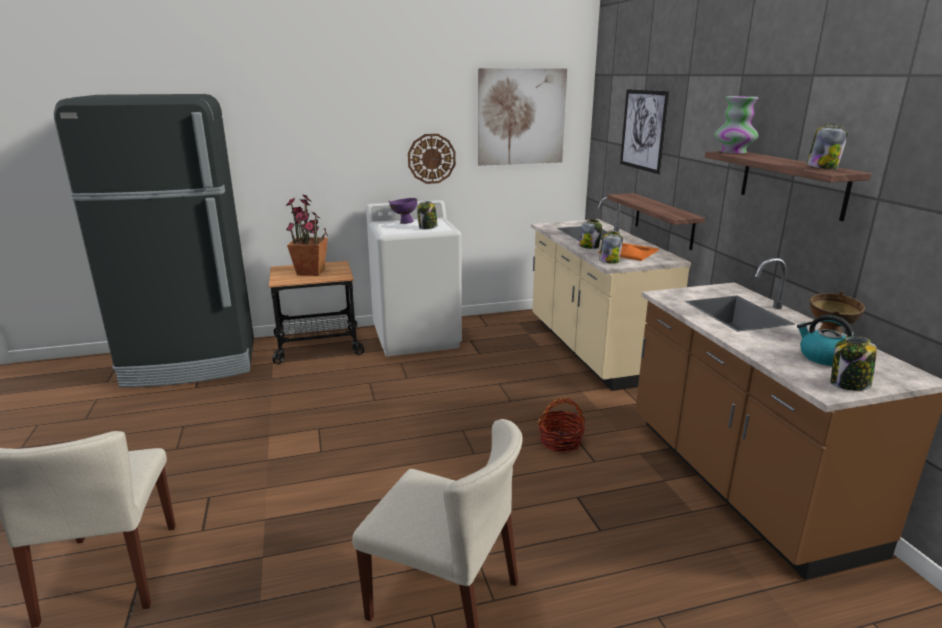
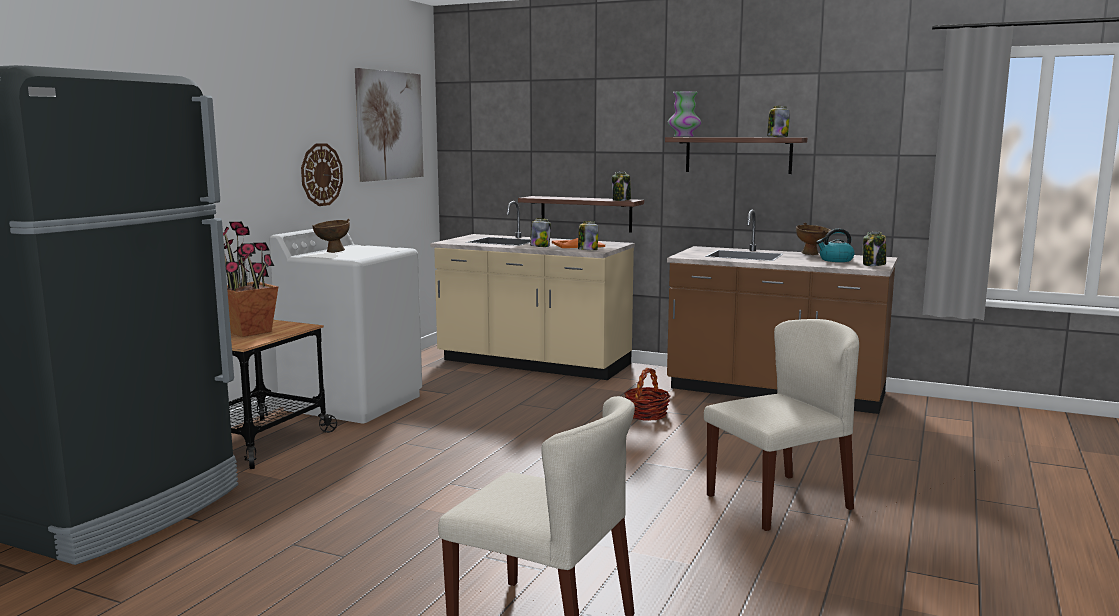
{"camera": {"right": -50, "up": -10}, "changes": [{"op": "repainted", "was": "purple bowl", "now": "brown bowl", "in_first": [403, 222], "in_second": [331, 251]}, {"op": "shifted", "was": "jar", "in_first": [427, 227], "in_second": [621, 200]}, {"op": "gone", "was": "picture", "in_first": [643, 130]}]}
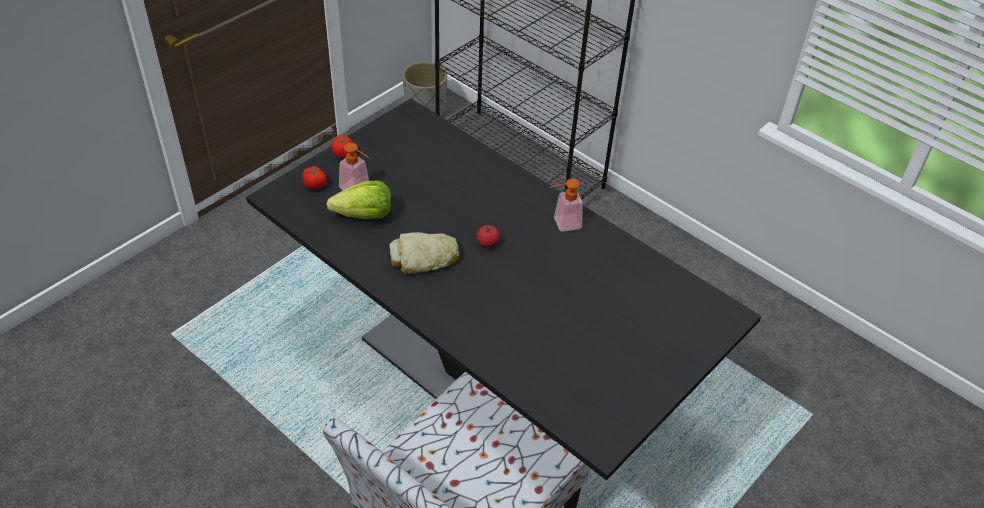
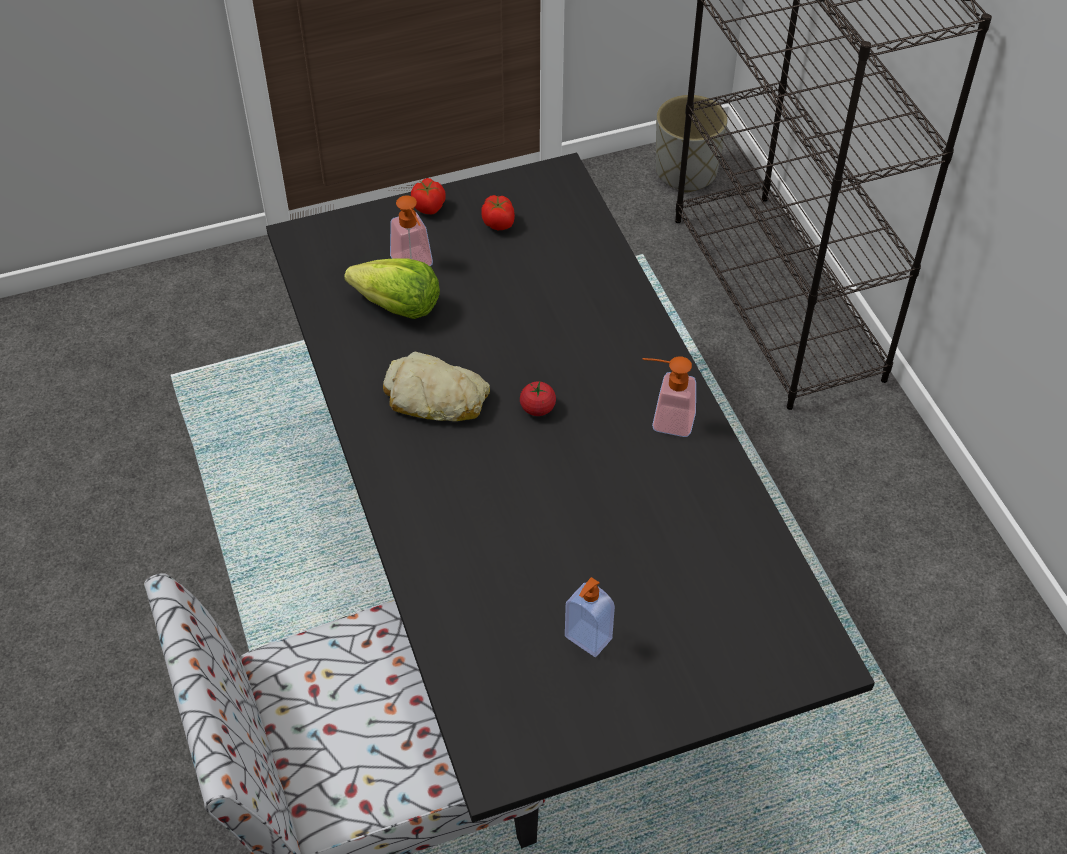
{"camera": {"right": 30, "up": 5}, "changes": [{"op": "shifted", "was": "tomato", "in_first": [315, 185], "in_second": [498, 223]}, {"op": "new", "now": "soap dispenser", "in_second": [587, 639]}]}
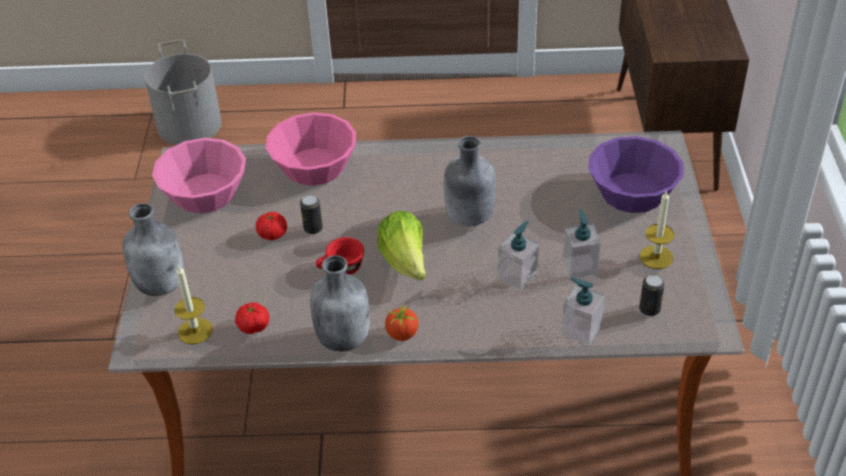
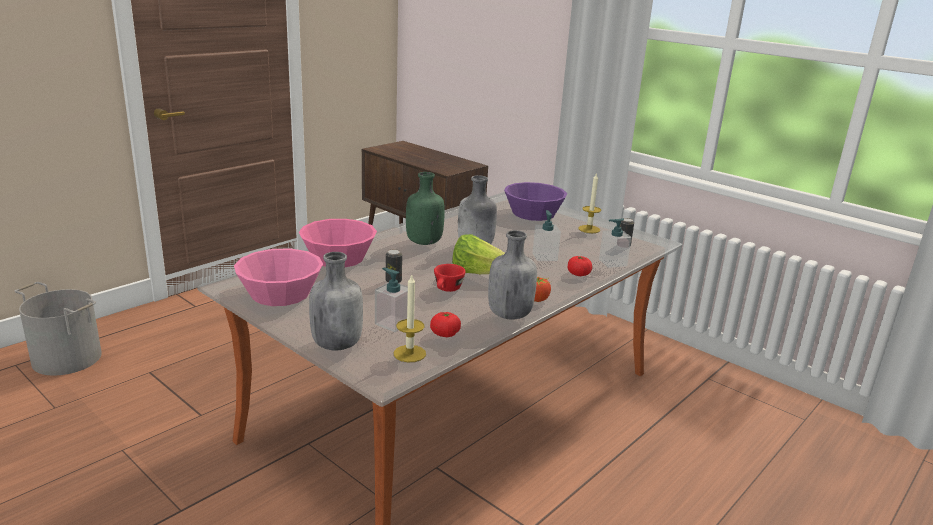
{"camera": {"right": -50, "up": -20}, "changes": [{"op": "shifted", "was": "tomato", "in_first": [272, 234], "in_second": [578, 274]}, {"op": "shifted", "was": "soap dispenser", "in_first": [579, 265], "in_second": [392, 323]}, {"op": "new", "now": "green bottle", "in_second": [423, 242]}]}
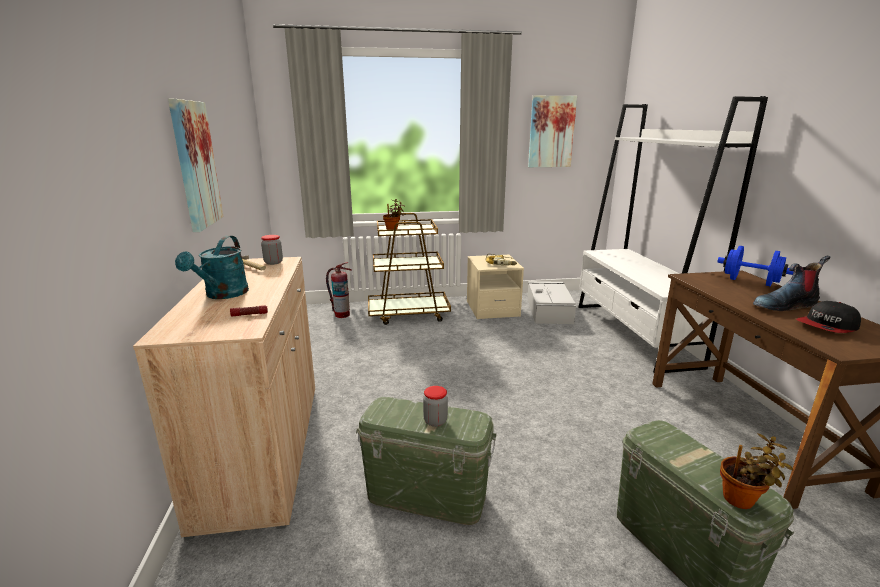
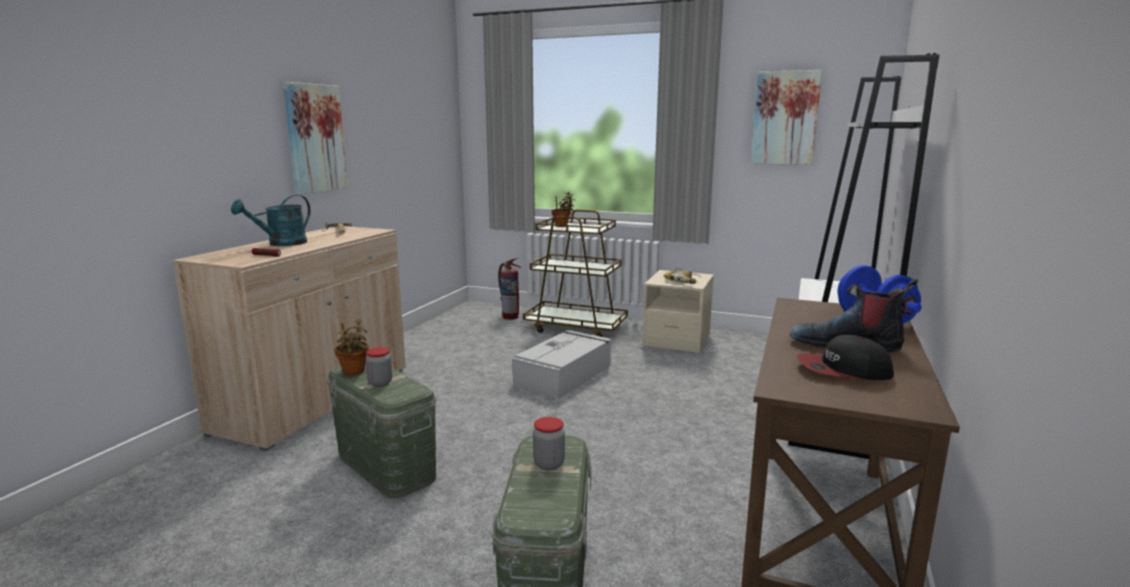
{"camera": {"right": 30, "up": -5}, "changes": [{"op": "shifted", "was": "jar", "in_first": [273, 262], "in_second": [549, 464]}, {"op": "shifted", "was": "grey storage box", "in_first": [548, 310], "in_second": [564, 374]}, {"op": "shifted", "was": "potted plant", "in_first": [742, 501], "in_second": [354, 372]}]}
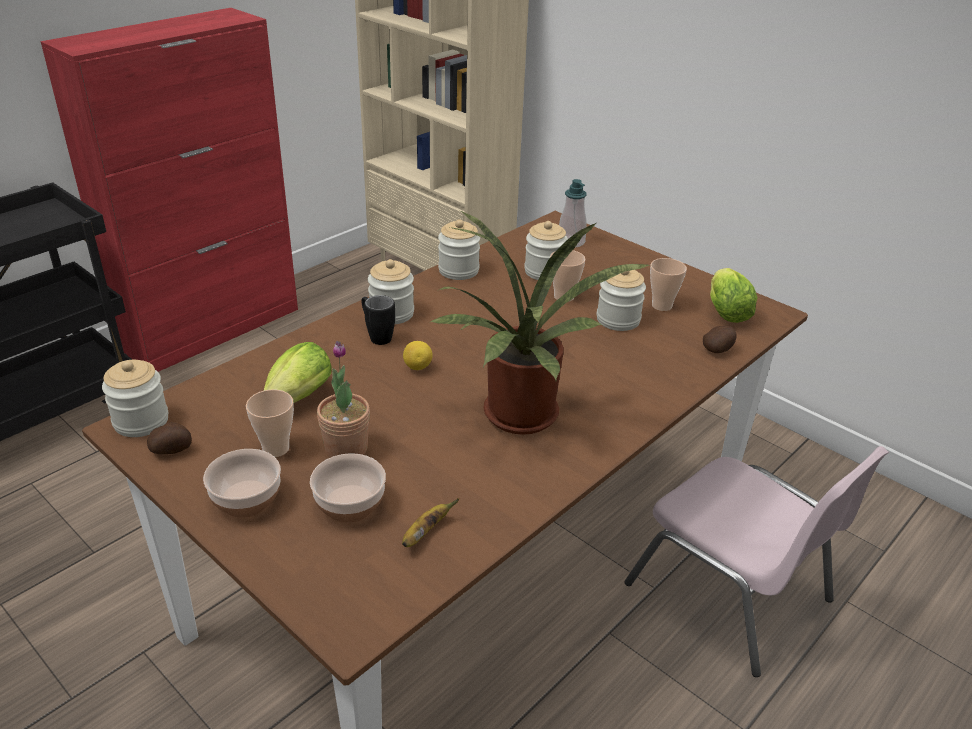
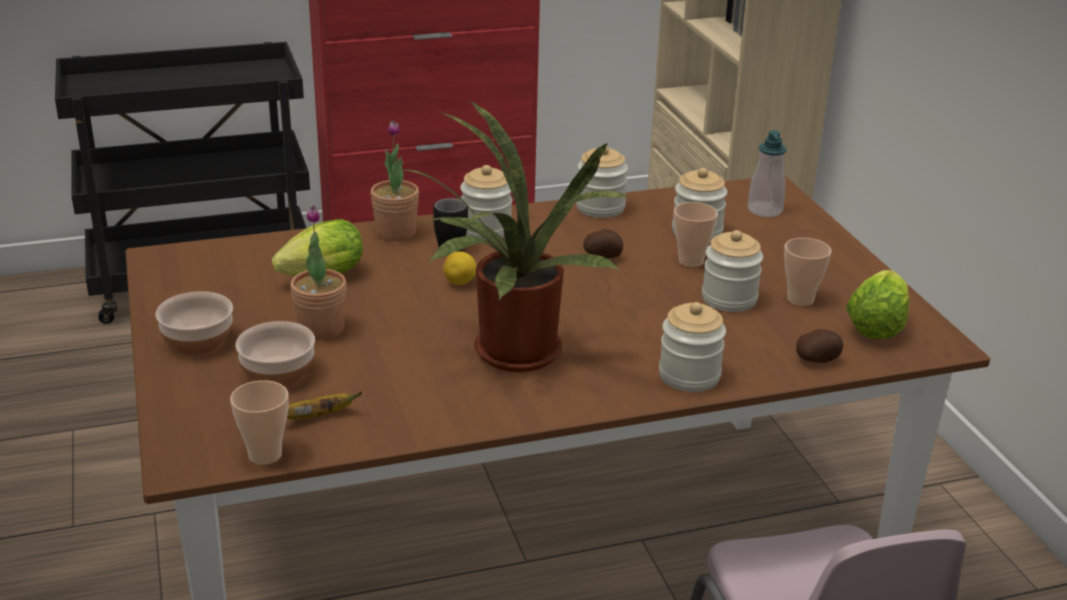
{"camera": {"right": 30, "up": -5}, "changes": [{"op": "shifted", "was": "jar", "in_first": [141, 421], "in_second": [689, 376]}, {"op": "shifted", "was": "potato", "in_first": [172, 450], "in_second": [603, 256]}, {"op": "shifted", "was": "cup", "in_first": [276, 449], "in_second": [265, 455]}, {"op": "new", "now": "potted plant", "in_second": [396, 233]}]}
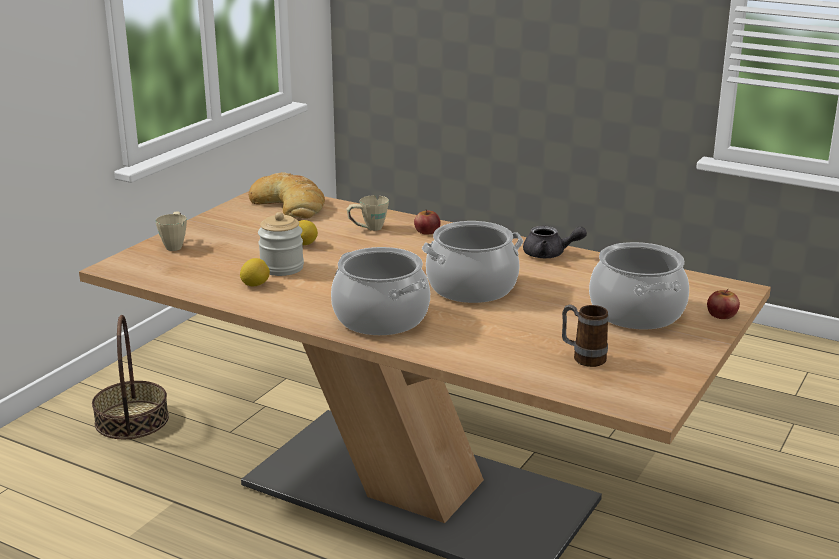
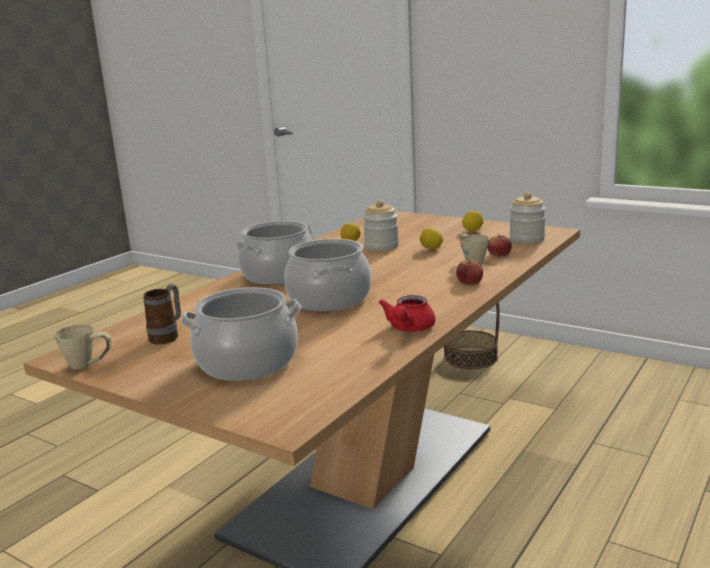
{"camera": {"right": 95, "up": -5}, "changes": [{"op": "shifted", "was": "beige mug", "in_first": [175, 245], "in_second": [89, 365]}, {"op": "swapped", "was": "bread", "now": "jar", "in_first": [290, 204], "in_second": [526, 239]}, {"op": "repainted", "was": "grey teapot", "now": "red teapot", "in_first": [550, 254], "in_second": [409, 328]}, {"op": "shifted", "was": "apple", "in_first": [722, 315], "in_second": [499, 254]}, {"op": "new", "now": "lemon", "in_second": [472, 230]}]}
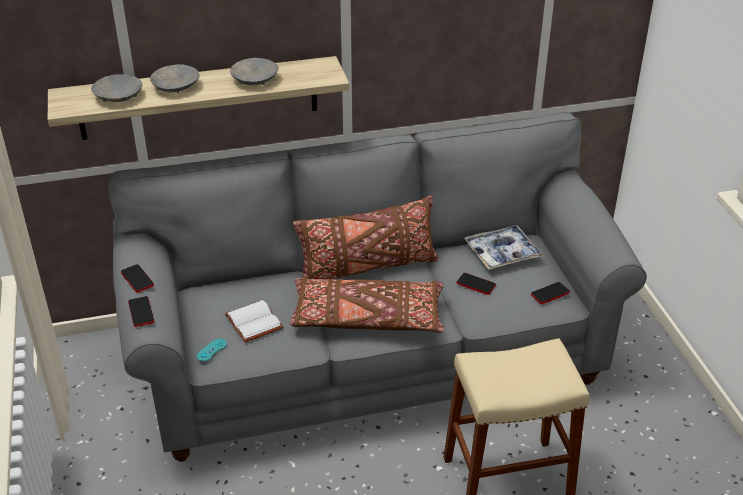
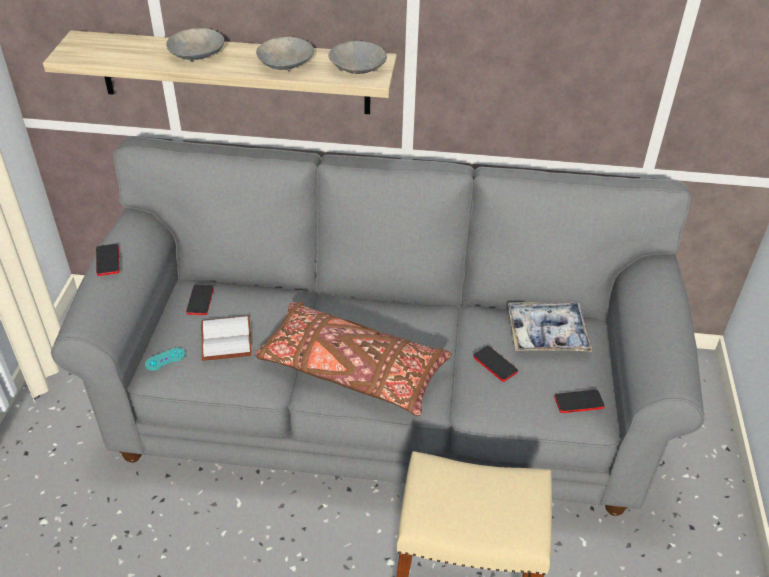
{"camera": {"right": 20, "up": 5}, "changes": [{"op": "shifted", "was": "grey bowl", "in_first": [118, 97], "in_second": [357, 68]}, {"op": "shifted", "was": "phone", "in_first": [141, 312], "in_second": [200, 300]}, {"op": "gone", "was": "brown pillow", "in_first": [367, 267]}]}
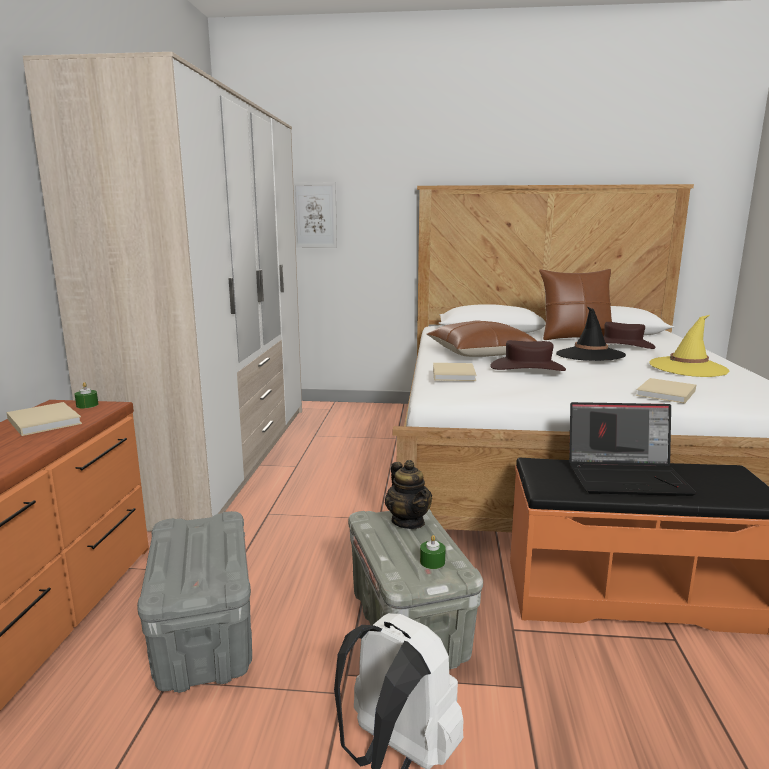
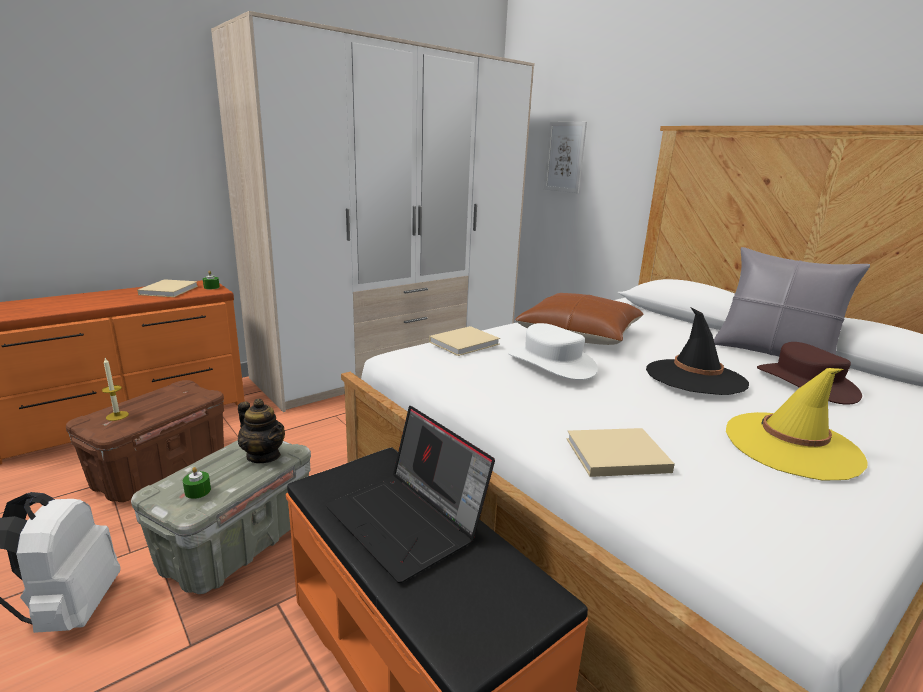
{"camera": {"right": 45, "up": 5}, "changes": [{"op": "repainted", "was": "grey storage box", "now": "brown storage box", "in_first": [204, 636], "in_second": [161, 469]}, {"op": "rotated", "was": "teapot", "in_first": [408, 521], "in_second": [263, 455], "clockwise": -75}, {"op": "repainted", "was": "brown hat", "now": "white hat", "in_first": [527, 368], "in_second": [552, 363]}, {"op": "repainted", "was": "brown pillow", "now": "grey pillow", "in_first": [575, 337], "in_second": [773, 353]}, {"op": "new", "now": "candle", "in_second": [117, 416]}]}
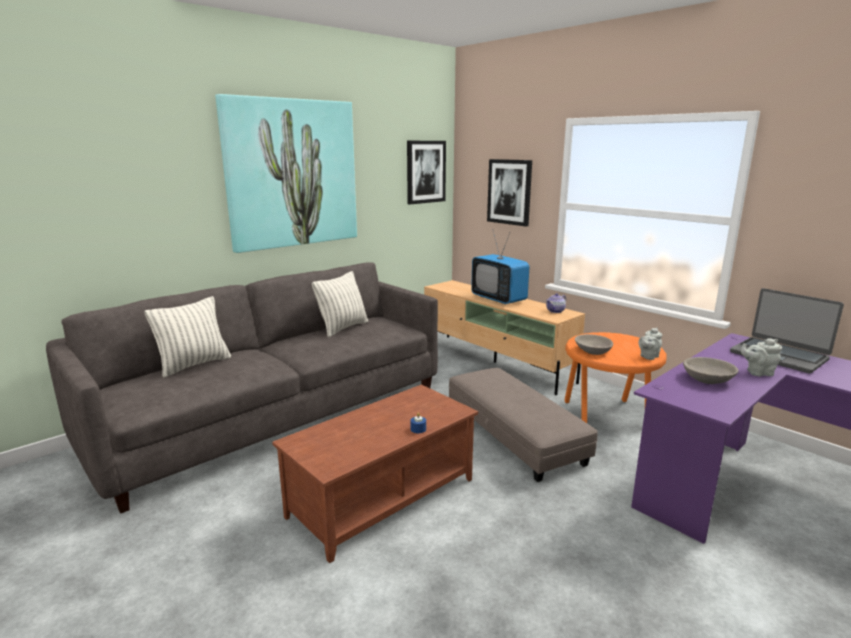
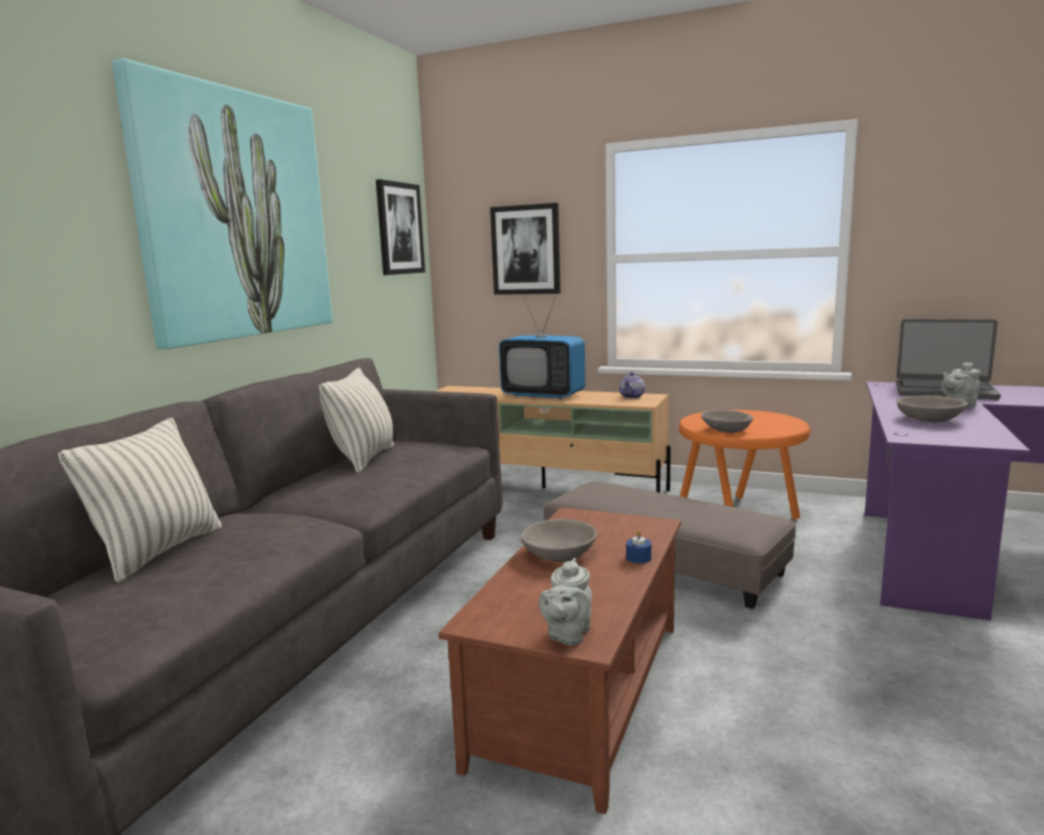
{"camera": {"right": -25, "up": -5}, "changes": [{"op": "shifted", "was": "grey teapot", "in_first": [648, 356], "in_second": [567, 635]}, {"op": "new", "now": "grey bowl", "in_second": [559, 554]}]}
